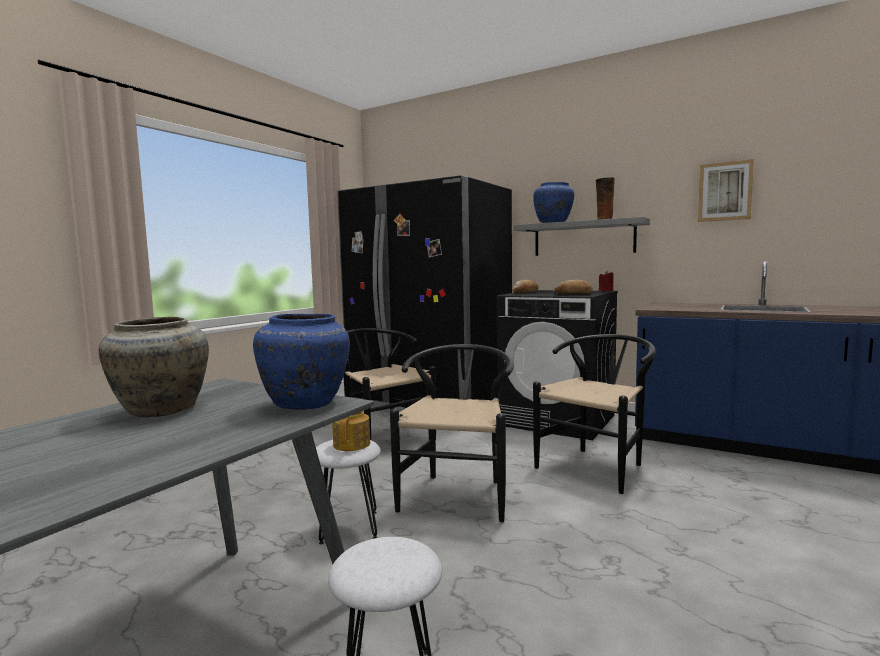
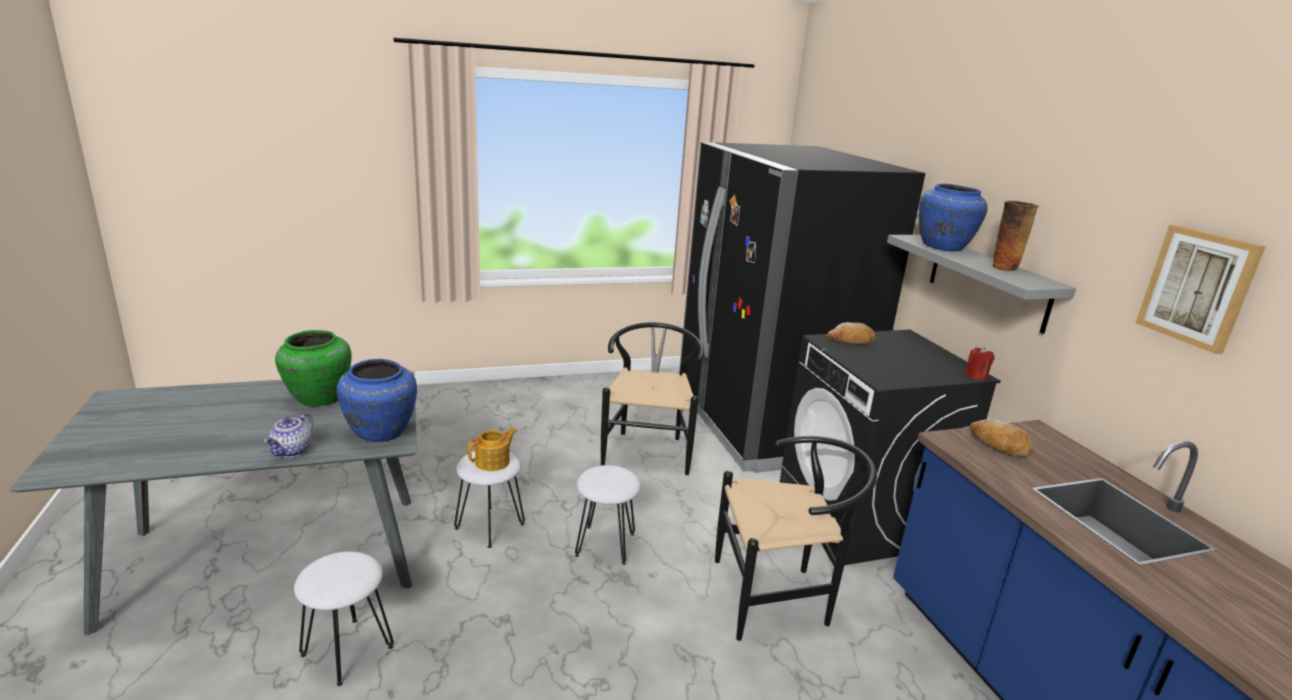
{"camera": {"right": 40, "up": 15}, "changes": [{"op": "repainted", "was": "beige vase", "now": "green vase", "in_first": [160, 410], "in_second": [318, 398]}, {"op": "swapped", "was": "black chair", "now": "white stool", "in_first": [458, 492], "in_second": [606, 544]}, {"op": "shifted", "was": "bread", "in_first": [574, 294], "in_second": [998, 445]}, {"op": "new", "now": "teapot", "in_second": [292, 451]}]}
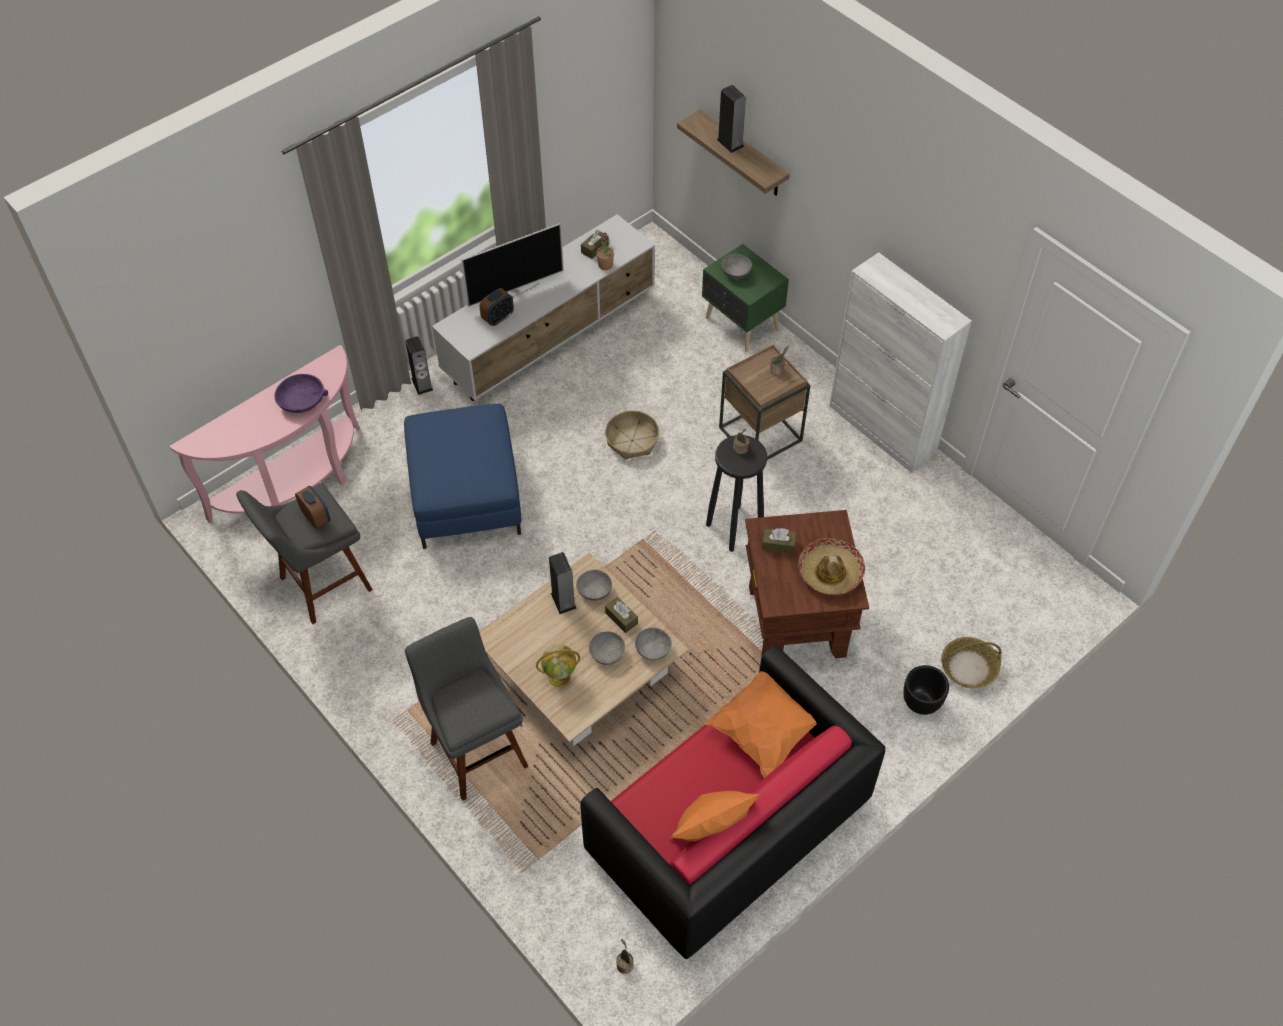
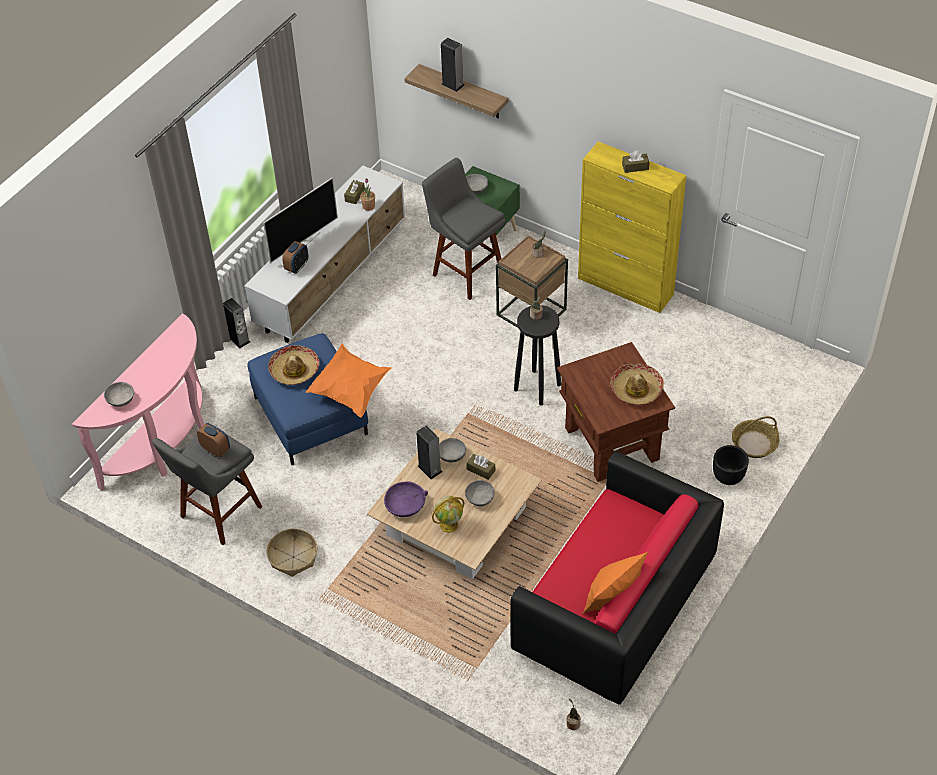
{"camera": {"right": -15, "up": -5}, "changes": [{"op": "shifted", "was": "purple bowl", "in_first": [301, 399], "in_second": [405, 504]}, {"op": "shifted", "was": "grey stool", "in_first": [476, 750], "in_second": [465, 271]}, {"op": "shifted", "was": "basket", "in_first": [632, 440], "in_second": [293, 557]}, {"op": "shifted", "was": "grey bowl", "in_first": [653, 649], "in_second": [120, 399]}, {"op": "shifted", "was": "orange pillow", "in_first": [764, 730], "in_second": [351, 390]}, {"op": "shifted", "was": "brown tissue box", "in_first": [778, 545], "in_second": [635, 167]}, {"op": "repainted", "was": "white cabinet", "now": "yellow cabinet", "in_first": [882, 430], "in_second": [625, 287]}, {"op": "new", "now": "hat", "in_second": [294, 370]}]}
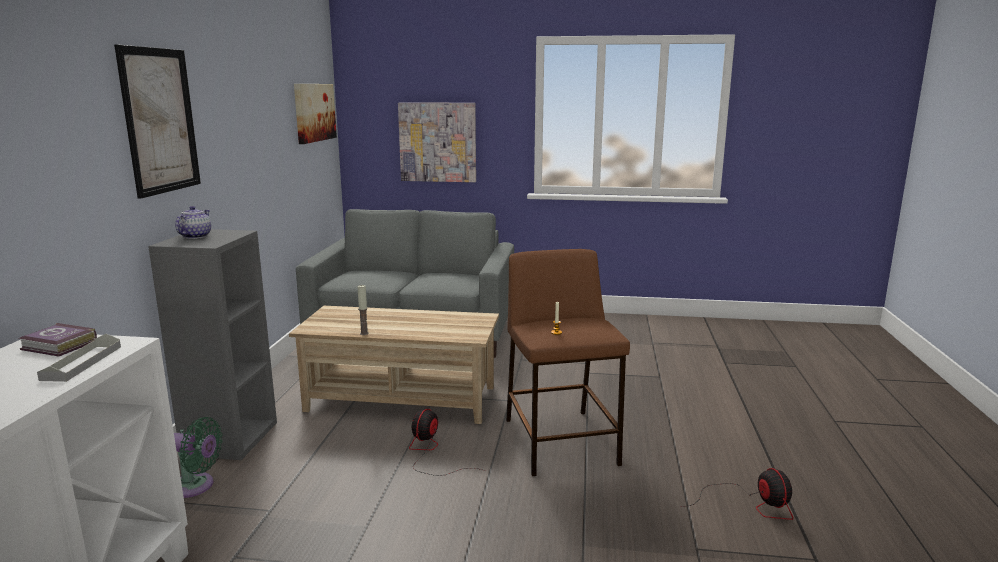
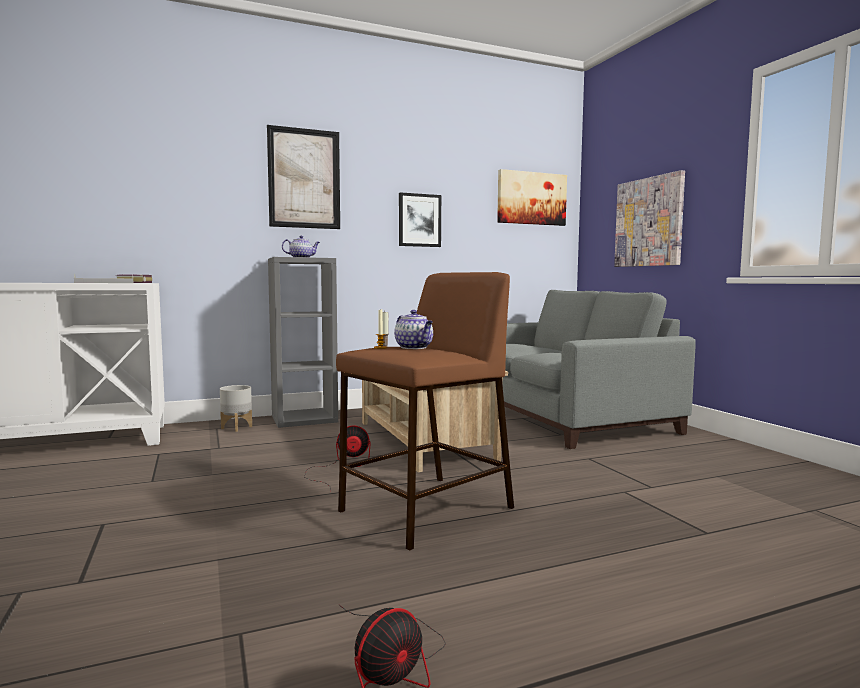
{"camera": {"right": 60, "up": -10}, "changes": [{"op": "swapped", "was": "green fan", "now": "grey planter", "in_first": [196, 486], "in_second": [237, 427]}, {"op": "new", "now": "teapot", "in_second": [414, 347]}, {"op": "new", "now": "picture", "in_second": [419, 220]}]}
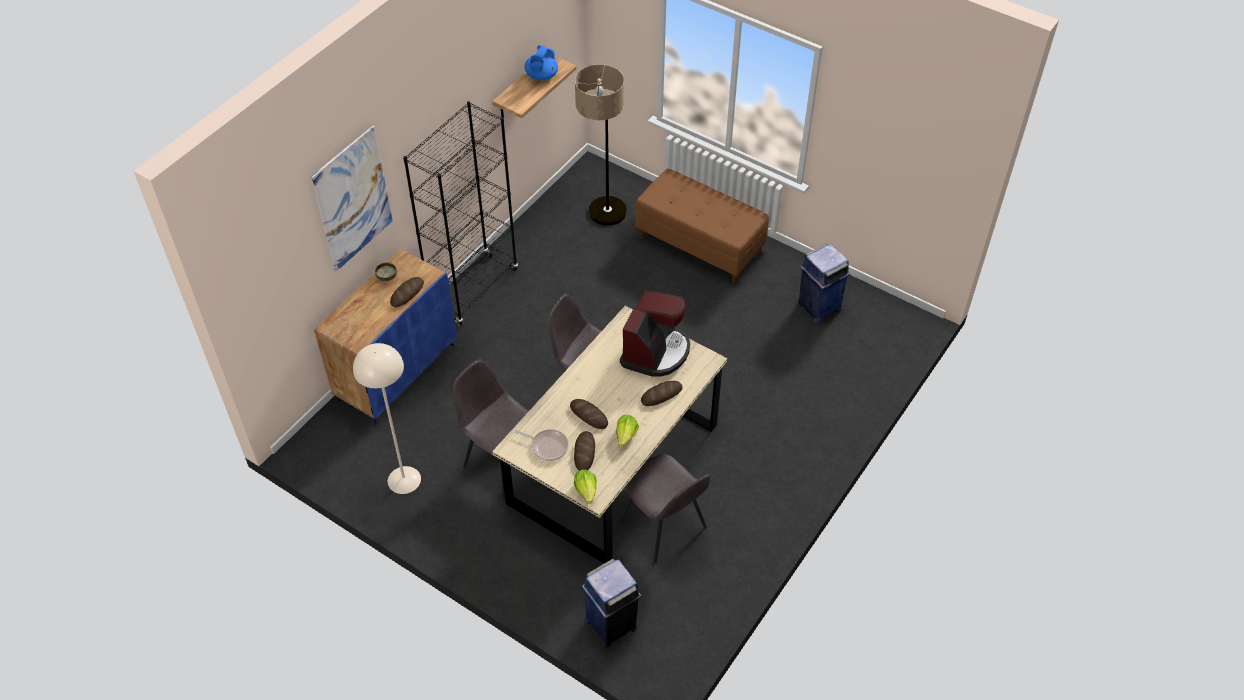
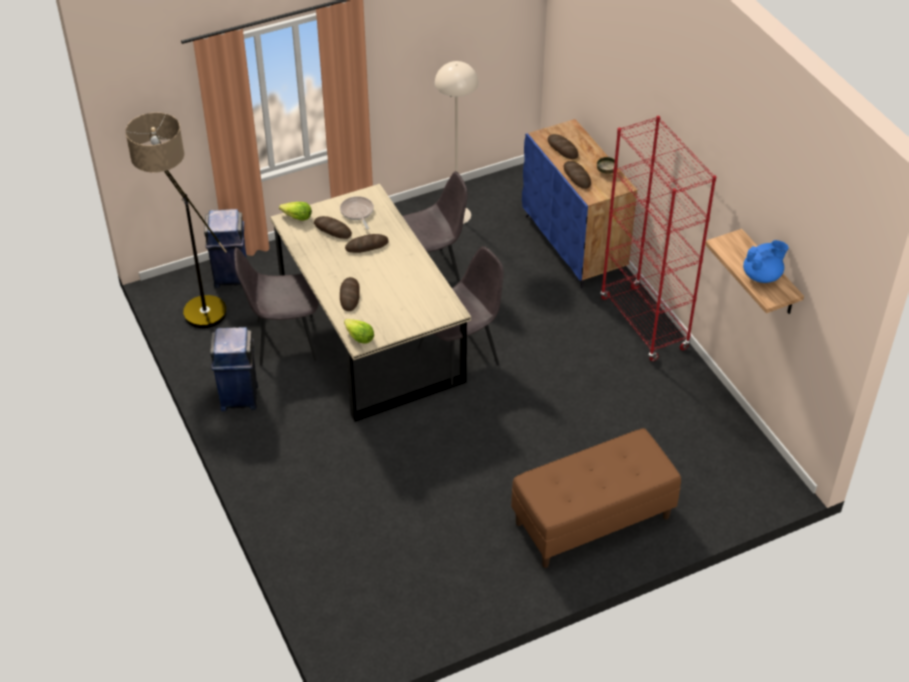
{"camera": {"right": 120, "up": -5}, "changes": [{"op": "gone", "was": "picture", "in_first": [353, 199]}, {"op": "repainted", "was": "black bookcase", "now": "red bookcase", "in_first": [474, 289], "in_second": [644, 324]}, {"op": "rotated", "was": "frying pan", "in_first": [547, 446], "in_second": [357, 212], "clockwise": 105}, {"op": "rotated", "was": "blue teapot", "in_first": [541, 76], "in_second": [762, 276], "clockwise": 105}, {"op": "shifted", "was": "floor lamp", "in_first": [604, 223], "in_second": [193, 304]}, {"op": "shifted", "was": "lettuce", "in_first": [626, 436], "in_second": [359, 337]}, {"op": "gone", "was": "coffee machine", "in_first": [655, 352]}, {"op": "shifted", "was": "blue trash can", "in_first": [818, 307], "in_second": [239, 397]}, {"op": "new", "now": "bread", "in_second": [562, 148]}]}
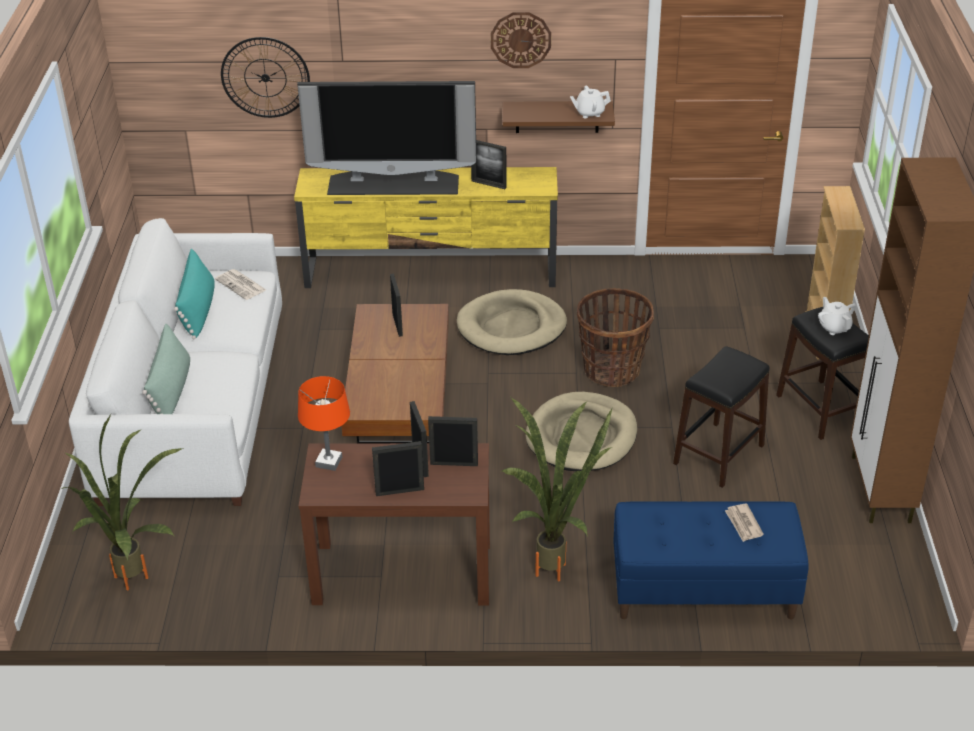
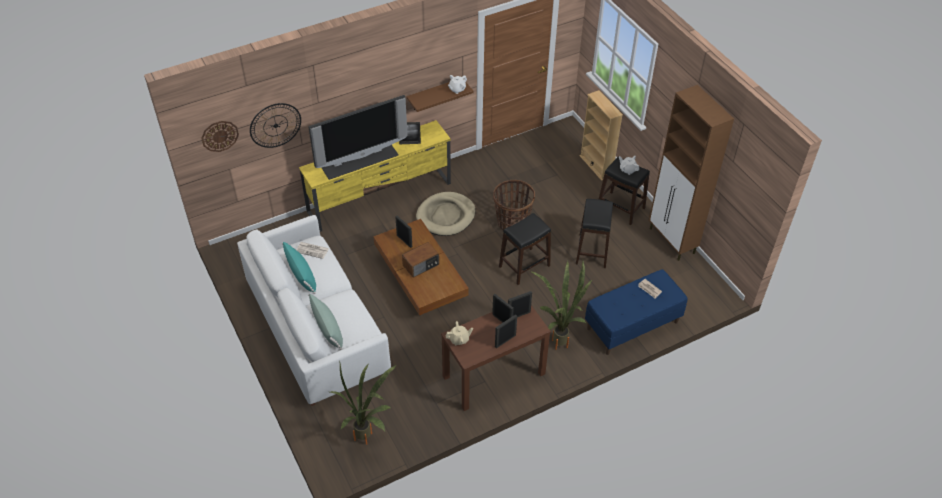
{"camera": {"right": -30, "up": 10}, "changes": [{"op": "swapped", "was": "orange table lamp", "now": "beige teapot", "in_first": [328, 462], "in_second": [459, 339]}, {"op": "shifted", "was": "wall clock", "in_first": [520, 39], "in_second": [220, 136]}, {"op": "swapped", "was": "beige dog bed", "now": "black stool", "in_first": [582, 436], "in_second": [524, 266]}, {"op": "new", "now": "radio", "in_second": [421, 265]}]}
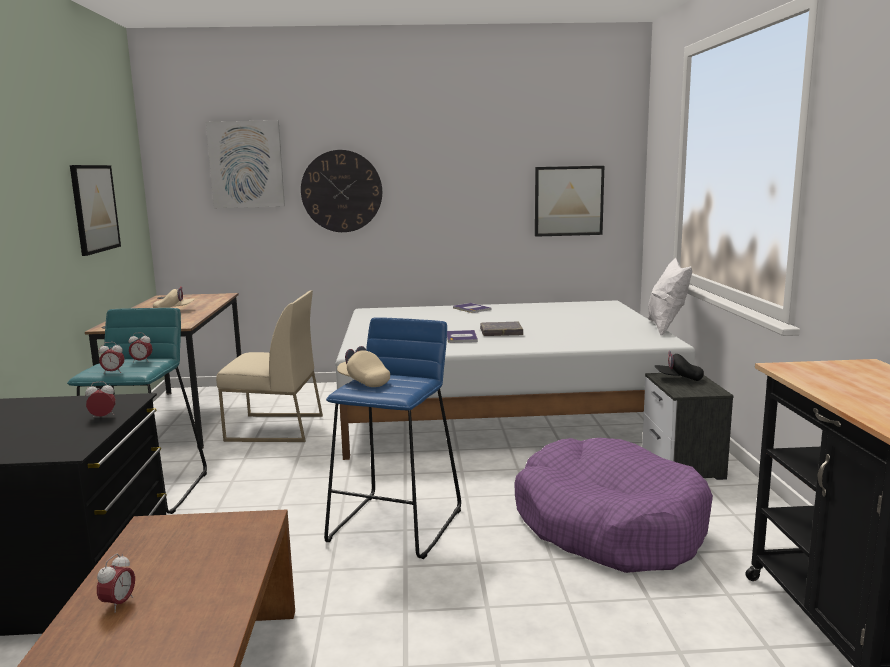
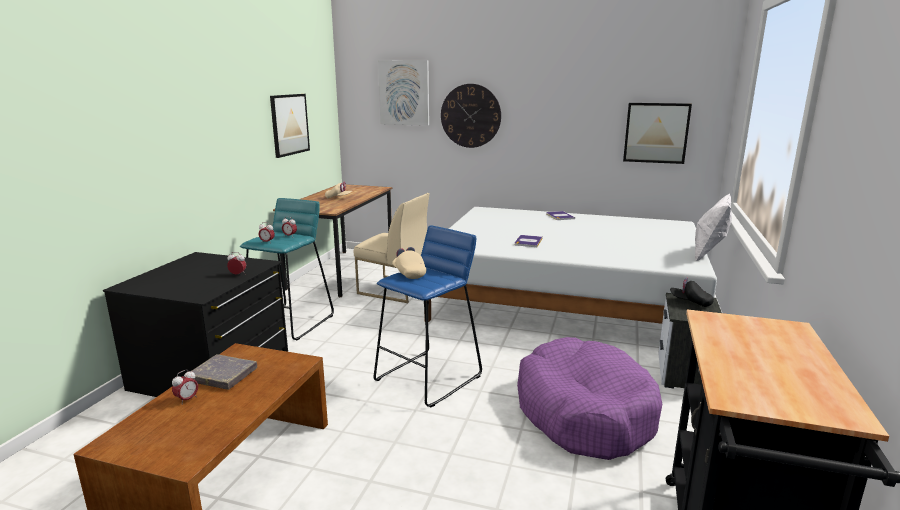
{"camera": {"right": 20, "up": 5}, "changes": [{"op": "shifted", "was": "grey book", "in_first": [501, 332], "in_second": [223, 375]}]}
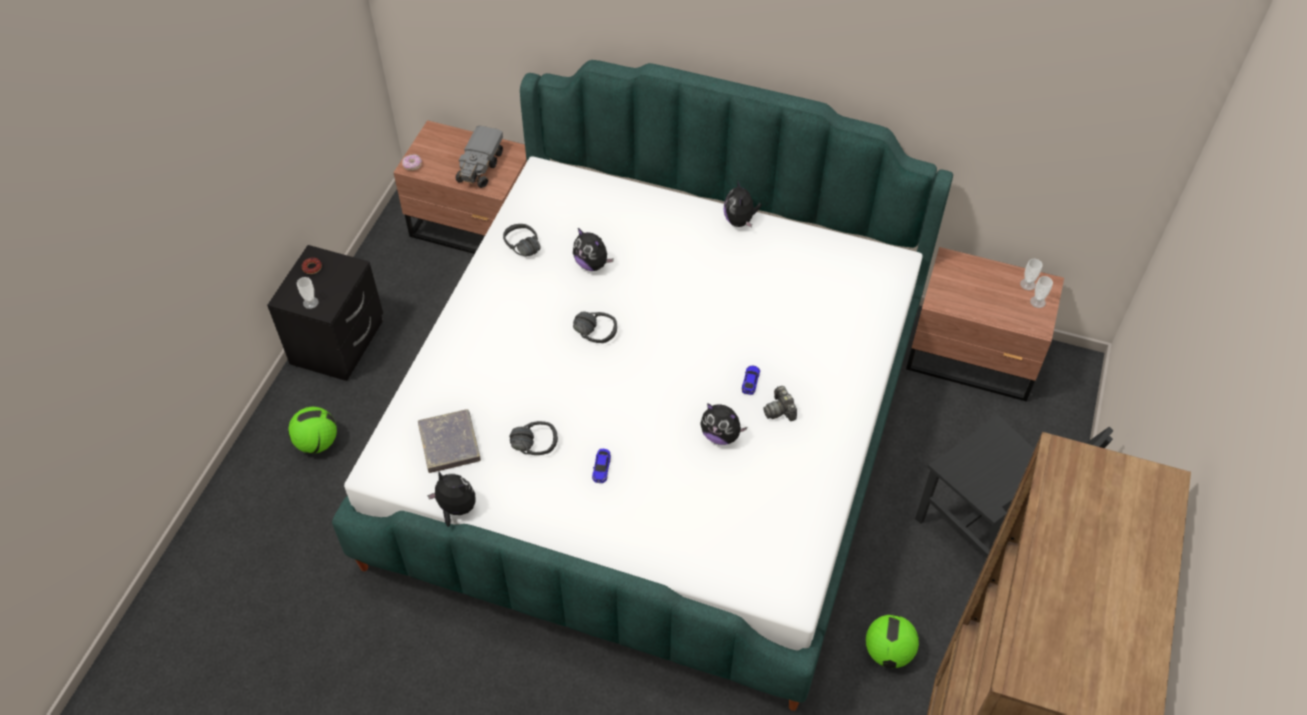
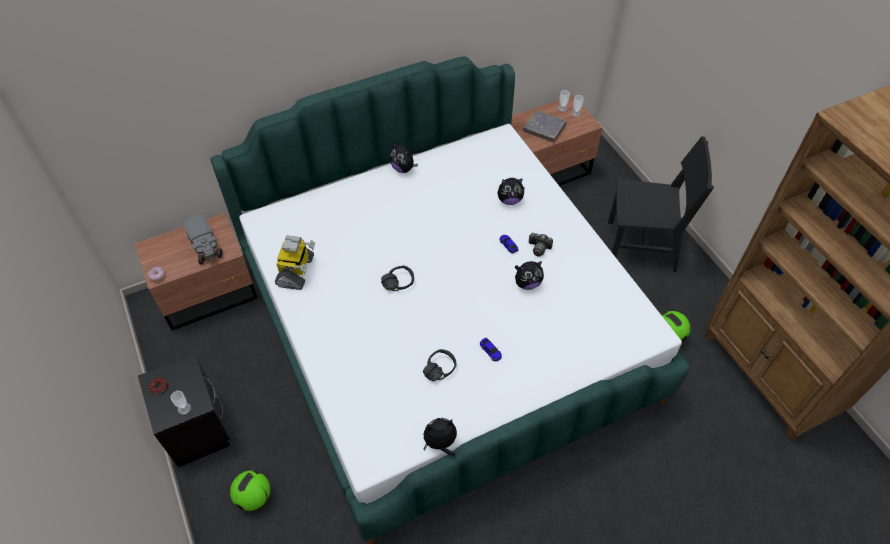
{"camera": {"right": -45, "up": 0}, "changes": [{"op": "shifted", "was": "grey book", "in_first": [449, 443], "in_second": [544, 128]}, {"op": "swapped", "was": "black headphones", "now": "toy robot", "in_first": [517, 249], "in_second": [296, 272]}, {"op": "shifted", "was": "plush toy", "in_first": [592, 264], "in_second": [509, 200]}]}
